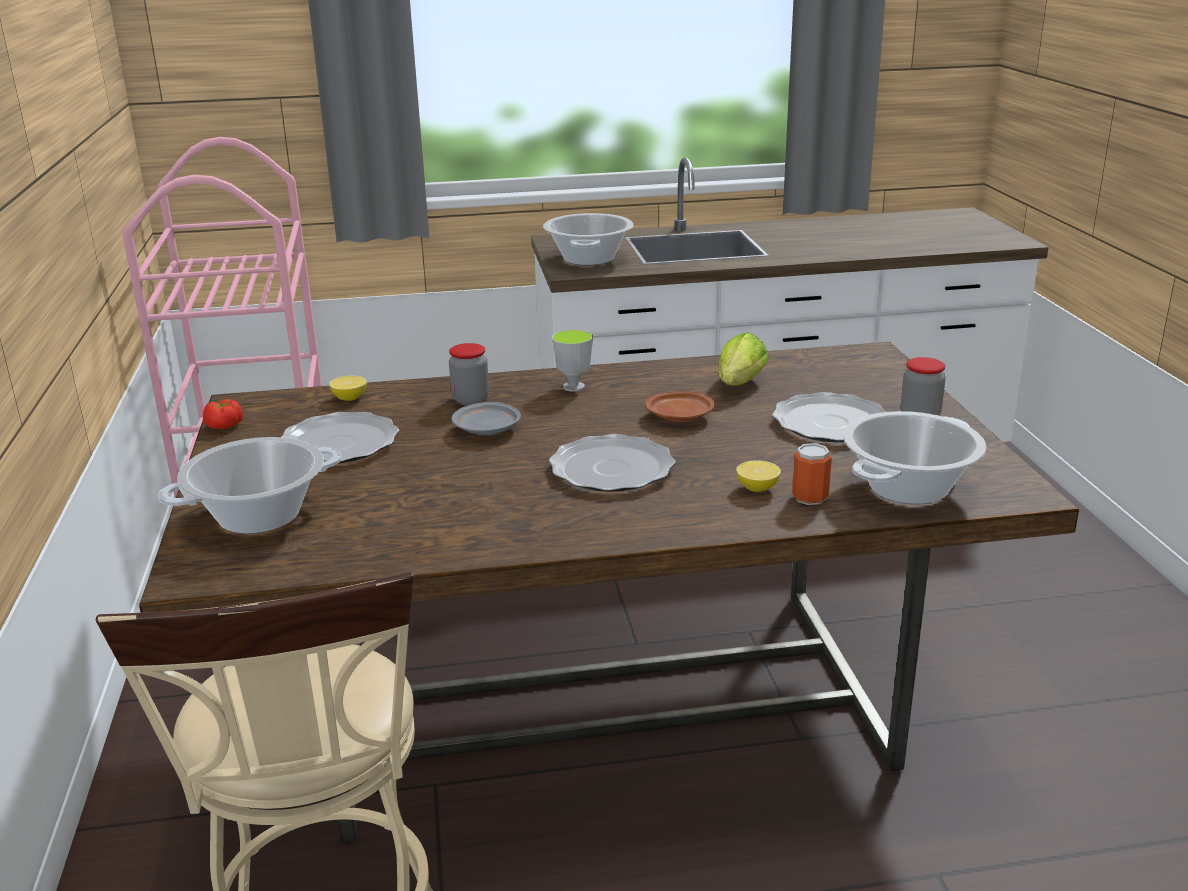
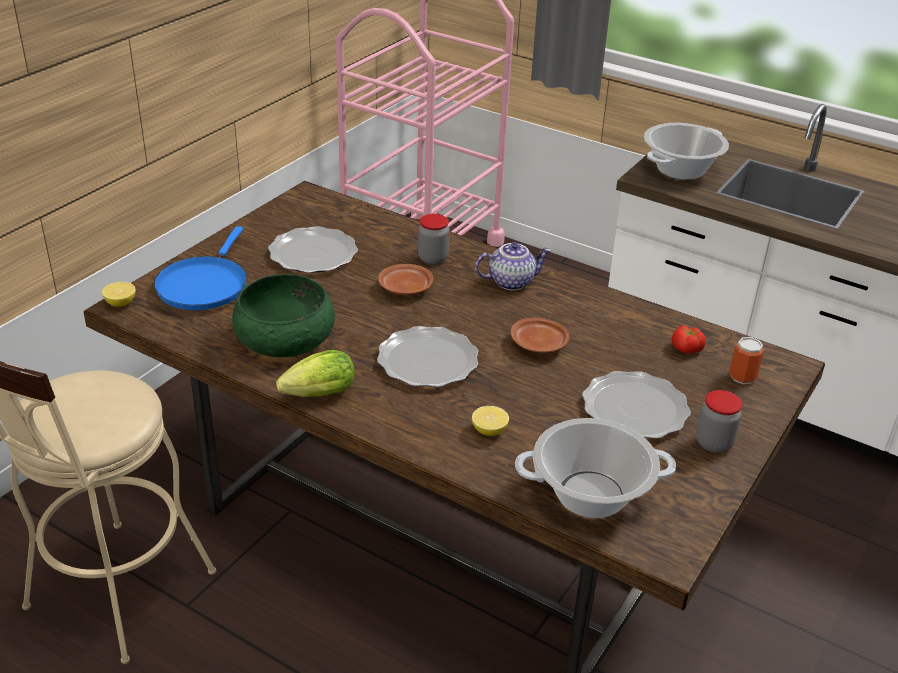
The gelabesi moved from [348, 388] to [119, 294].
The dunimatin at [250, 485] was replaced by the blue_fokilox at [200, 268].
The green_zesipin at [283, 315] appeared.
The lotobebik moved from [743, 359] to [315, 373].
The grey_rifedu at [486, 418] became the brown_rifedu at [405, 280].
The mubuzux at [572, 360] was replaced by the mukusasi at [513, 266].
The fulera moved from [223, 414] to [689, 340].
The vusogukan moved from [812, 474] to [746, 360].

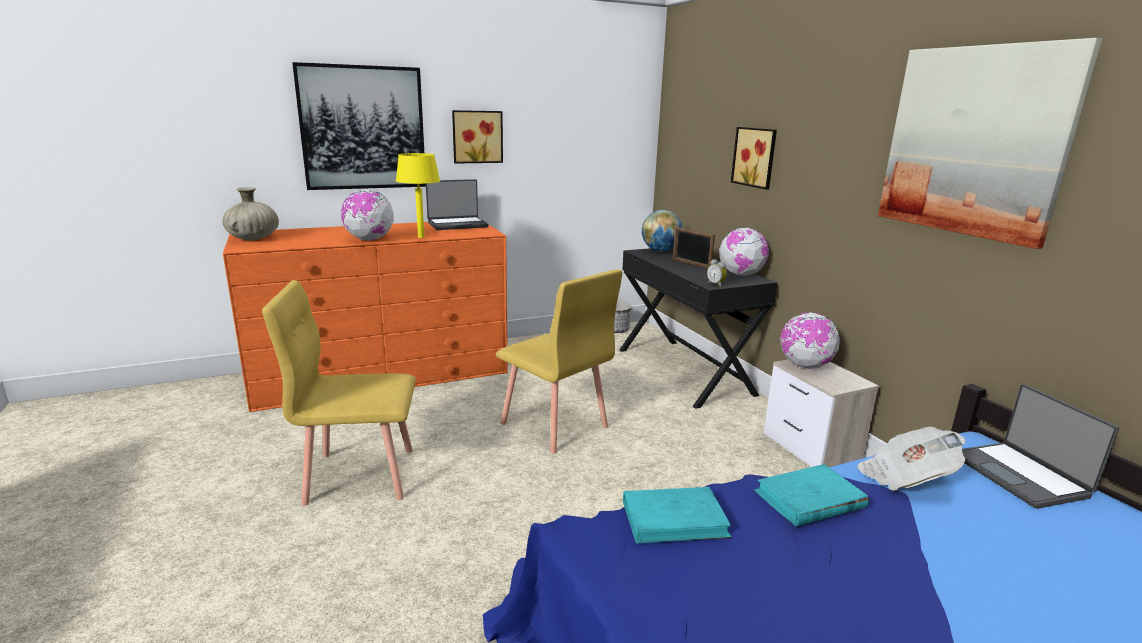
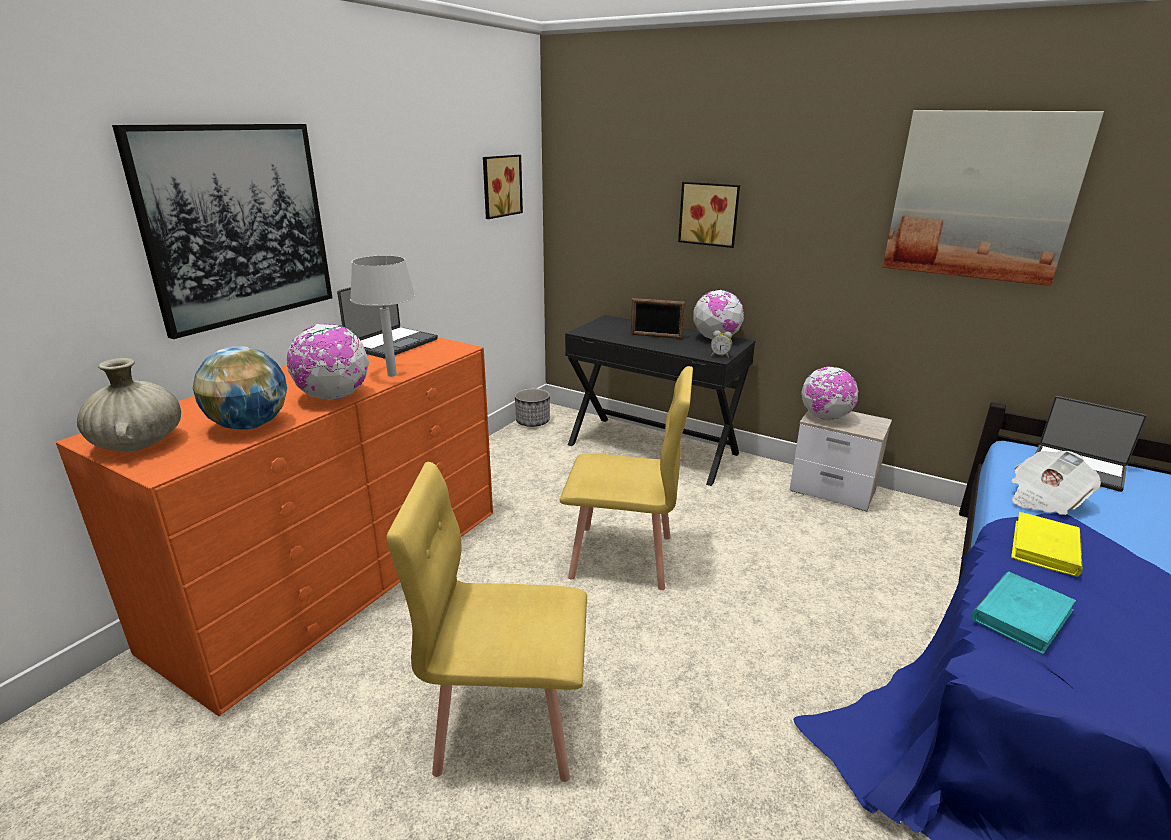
The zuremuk moved from [662, 231] to [240, 388].
The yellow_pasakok at [418, 195] became the grey_pasakok at [382, 316].
The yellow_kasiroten at [339, 393] turned 45 degrees clockwise.
The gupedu moved from [477, 137] to [503, 187].
The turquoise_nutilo at [811, 495] became the yellow_nutilo at [1047, 544].

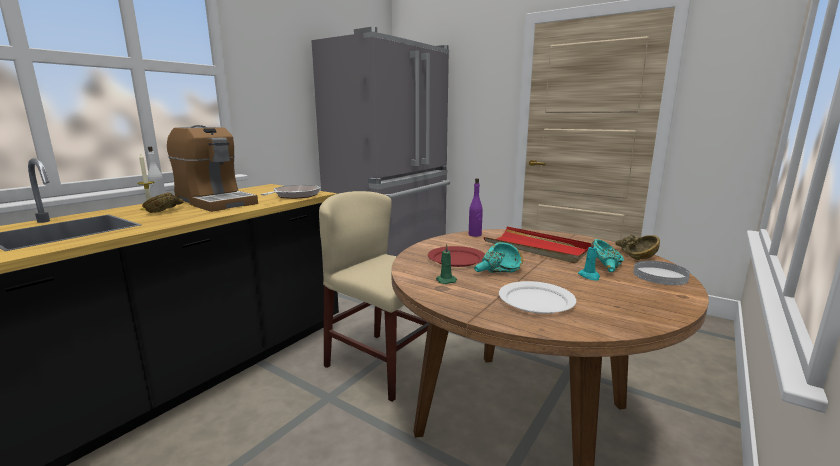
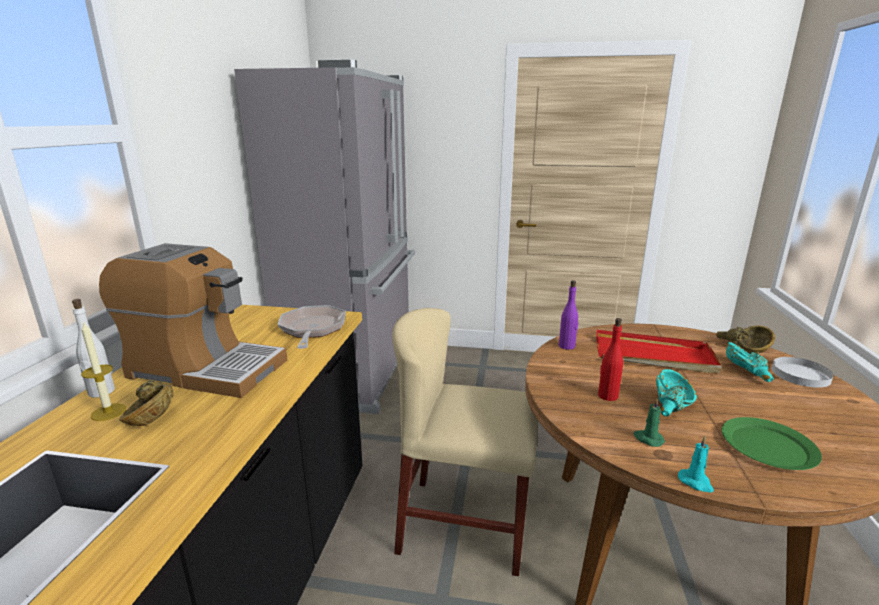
The red_rifedu at [456, 256] was replaced by the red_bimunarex at [610, 359].
The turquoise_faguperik moved from [589, 261] to [696, 464].
The white_rifedu at [537, 297] became the green_rifedu at [772, 443].

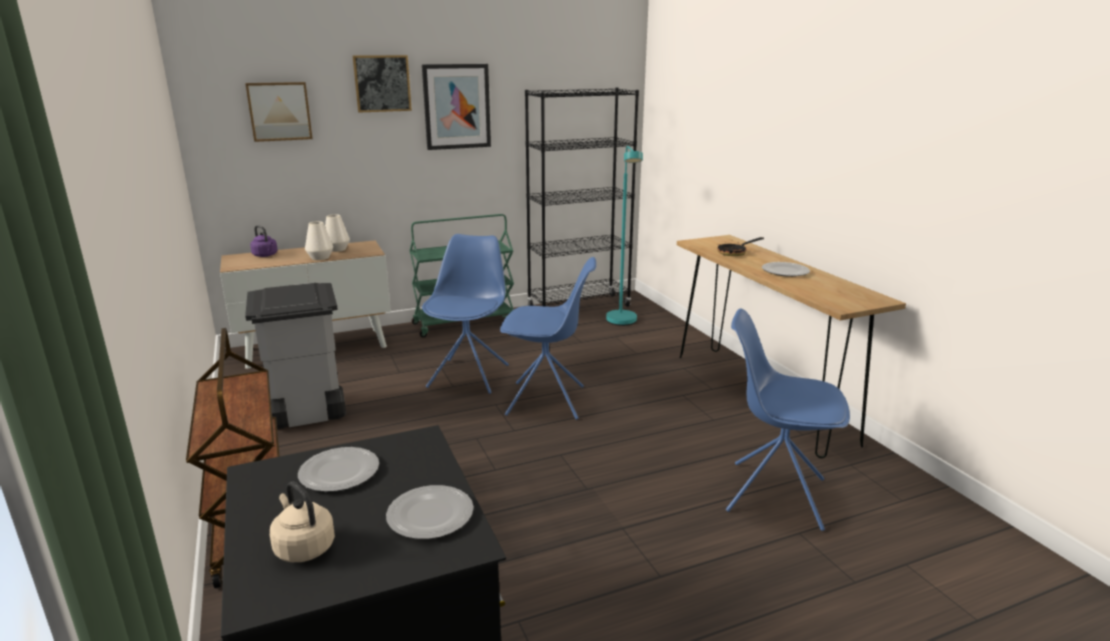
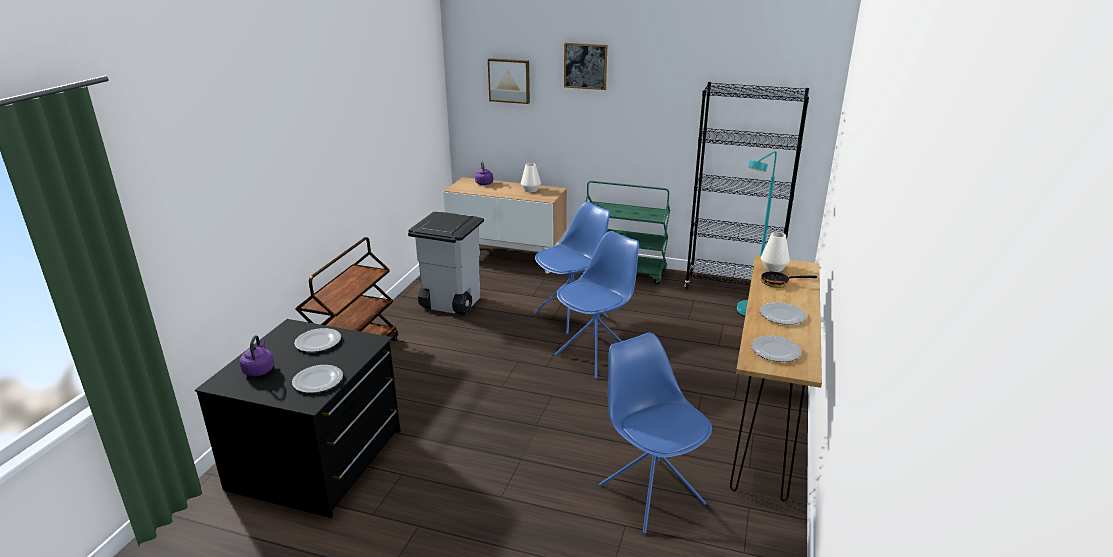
The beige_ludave at [302, 521] became the purple_ludave at [257, 355].
The blue_kasiroten at [548, 338] turned 90 degrees counterclockwise.
The rifedu at [776, 348] appeared.
The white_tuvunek moved from [319, 240] to [775, 252].
The gupedu at [456, 107] disappeared.

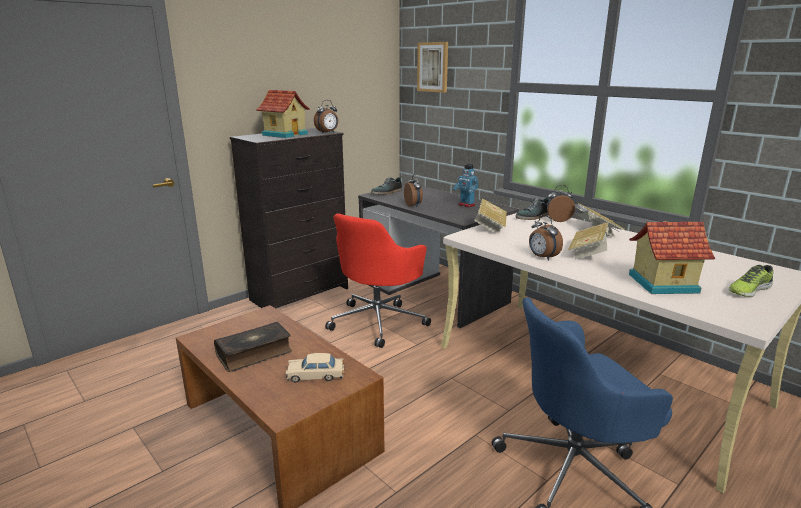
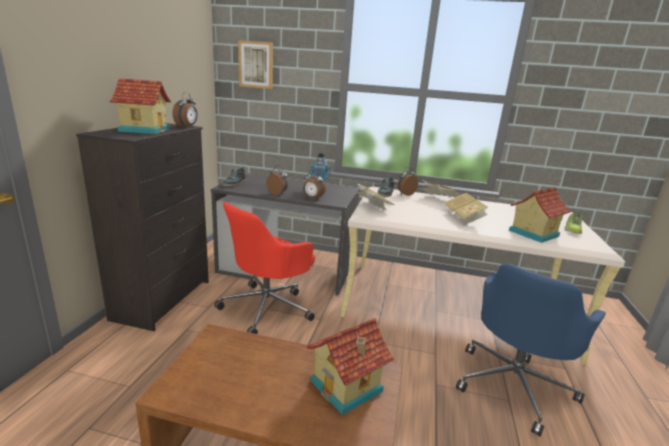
The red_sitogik at [378, 280] turned 45 degrees clockwise.
The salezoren moved from [546, 237] to [314, 184].
The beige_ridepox at [315, 367] was replaced by the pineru at [350, 366].
The nutilo at [253, 347] disappeared.

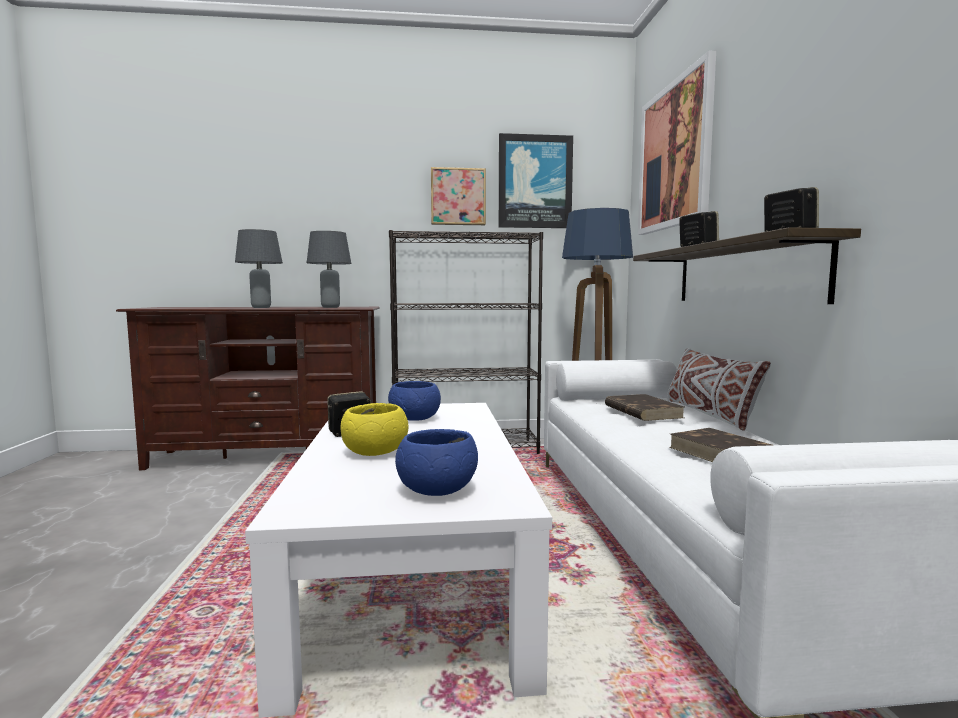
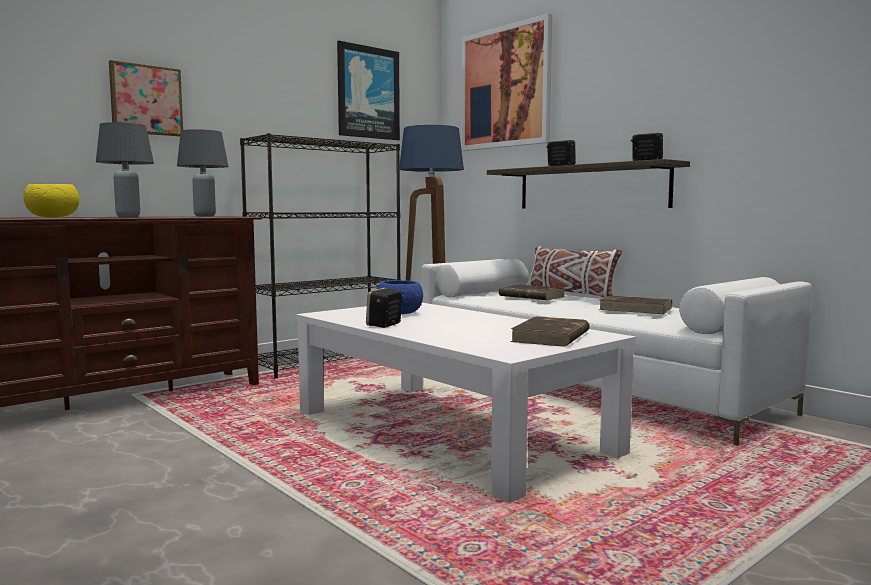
The yellow_zesipin moved from [374, 429] to [51, 200].
The gupedu moved from [458, 196] to [146, 98].
The blue_zesipin at [436, 462] was replaced by the brown_nutilo at [550, 331].

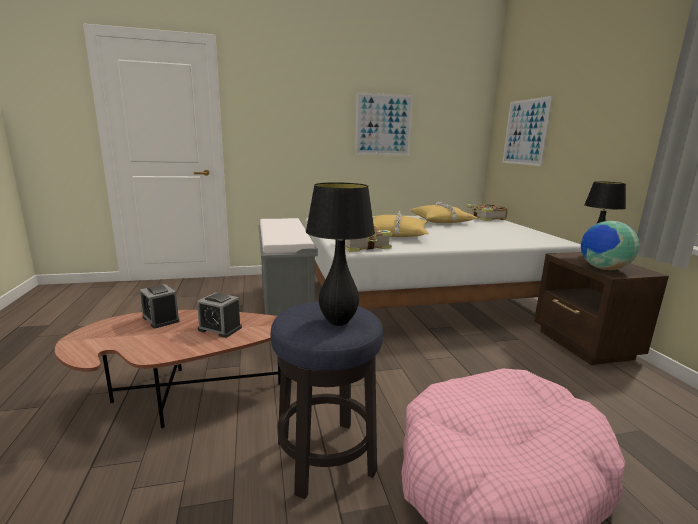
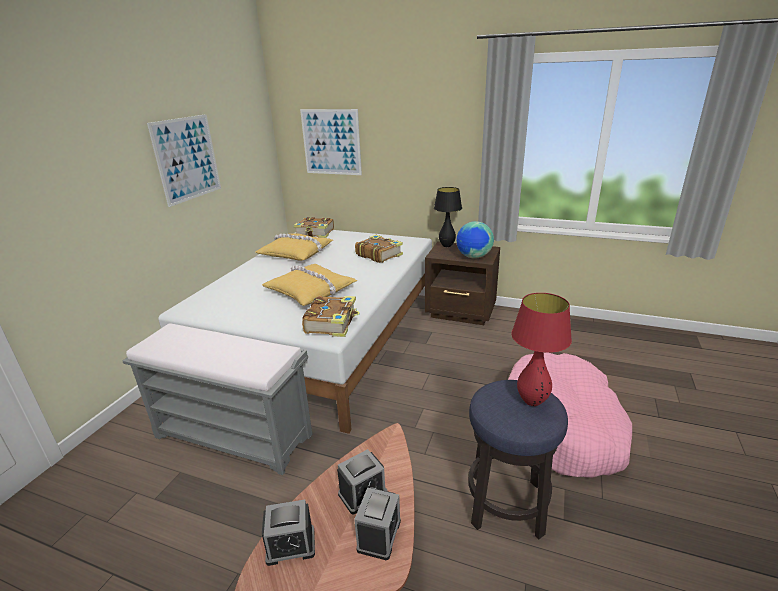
The salezoren at [377, 524] appeared.
The nutilo at [379, 249] appeared.
The black_pasakok at [340, 254] became the red_pasakok at [541, 349].

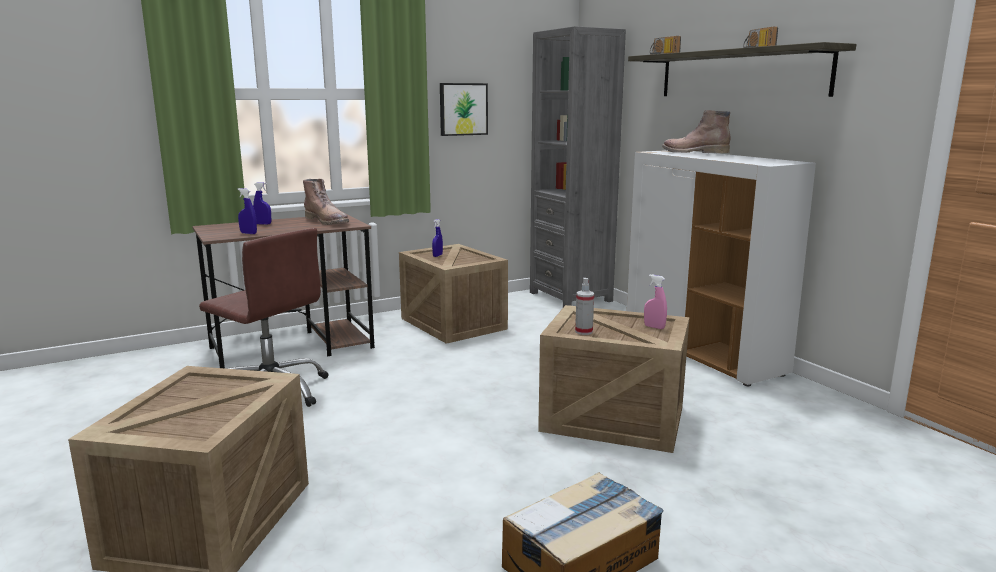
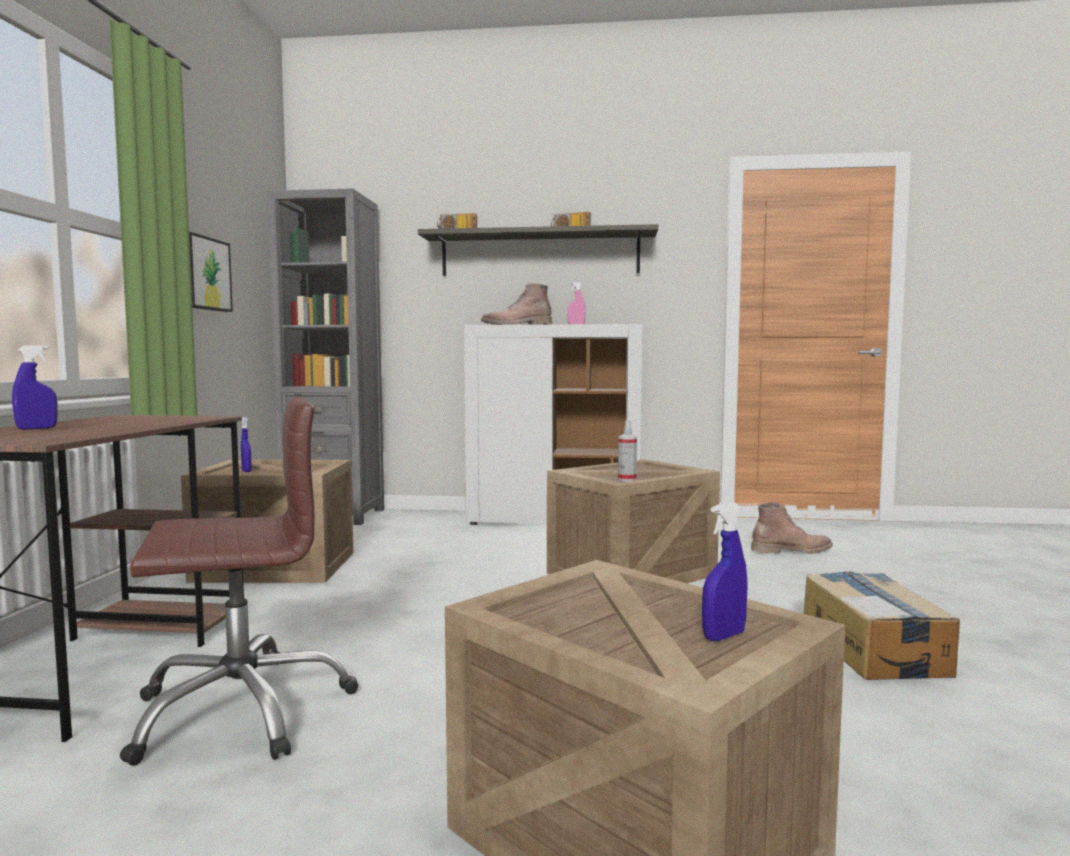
The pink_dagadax moved from [655, 301] to [576, 303].
The blue_dagadax moved from [247, 211] to [725, 571].
The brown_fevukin moved from [326, 202] to [792, 528].

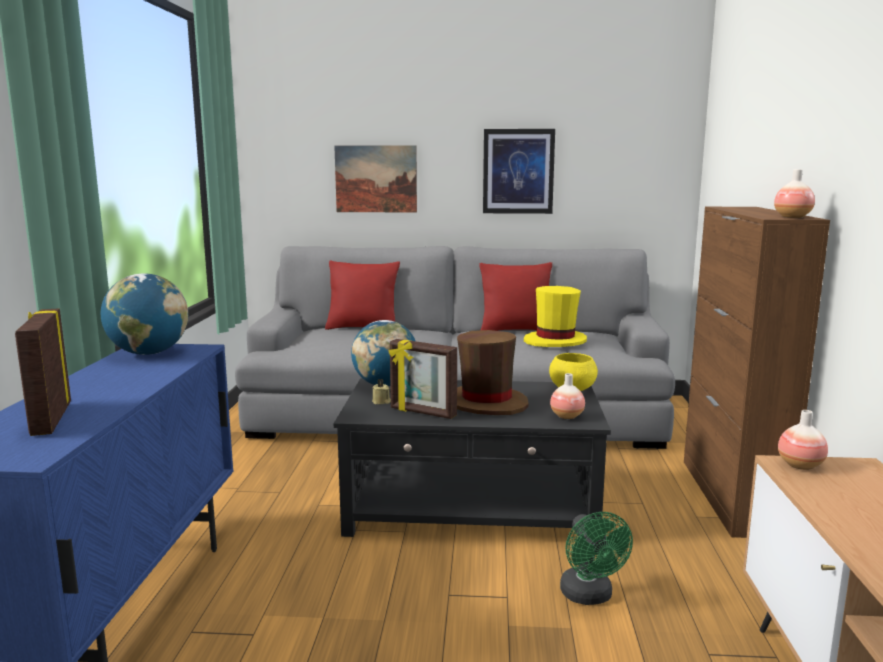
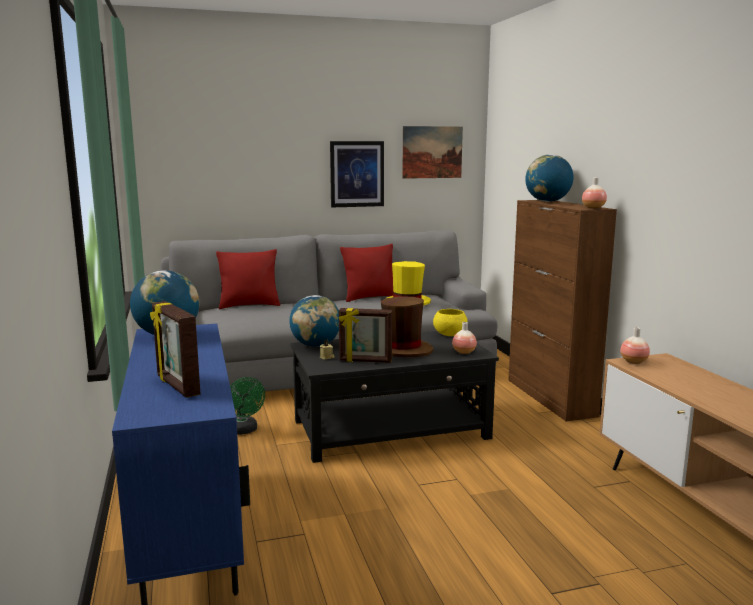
The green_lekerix moved from [596, 558] to [247, 406].
The gupedu moved from [375, 179] to [432, 152].
The zuremuk at [549, 178] appeared.

